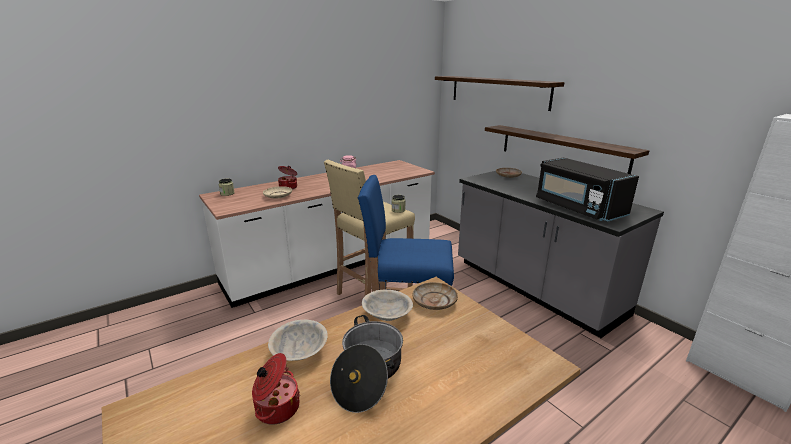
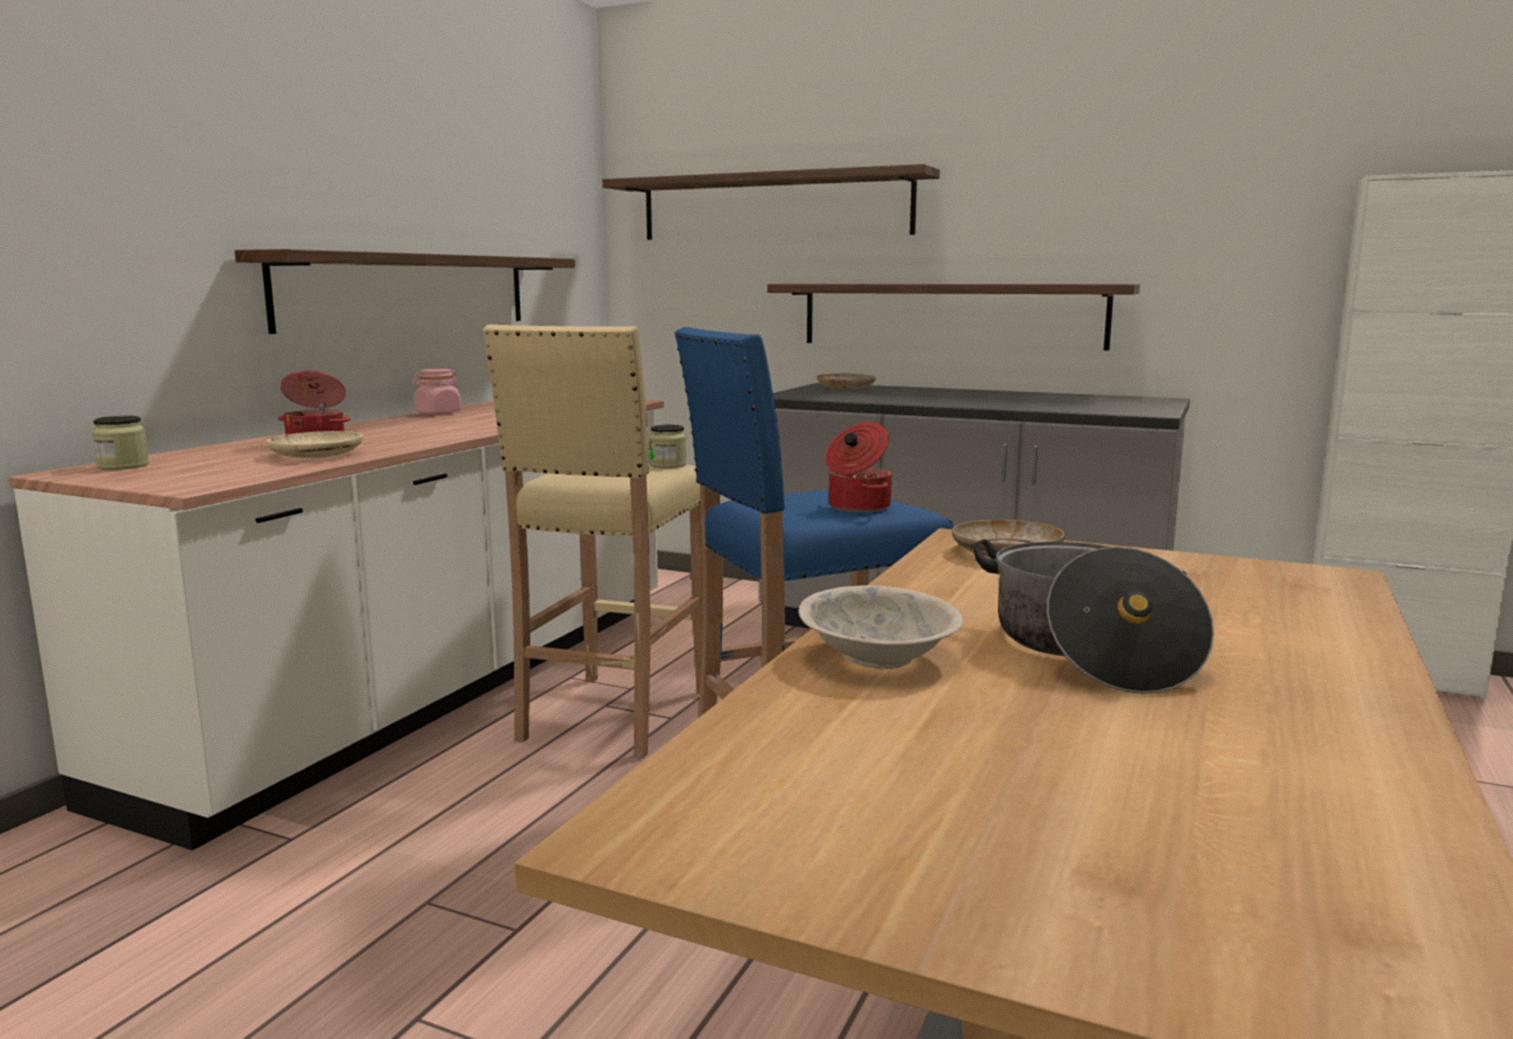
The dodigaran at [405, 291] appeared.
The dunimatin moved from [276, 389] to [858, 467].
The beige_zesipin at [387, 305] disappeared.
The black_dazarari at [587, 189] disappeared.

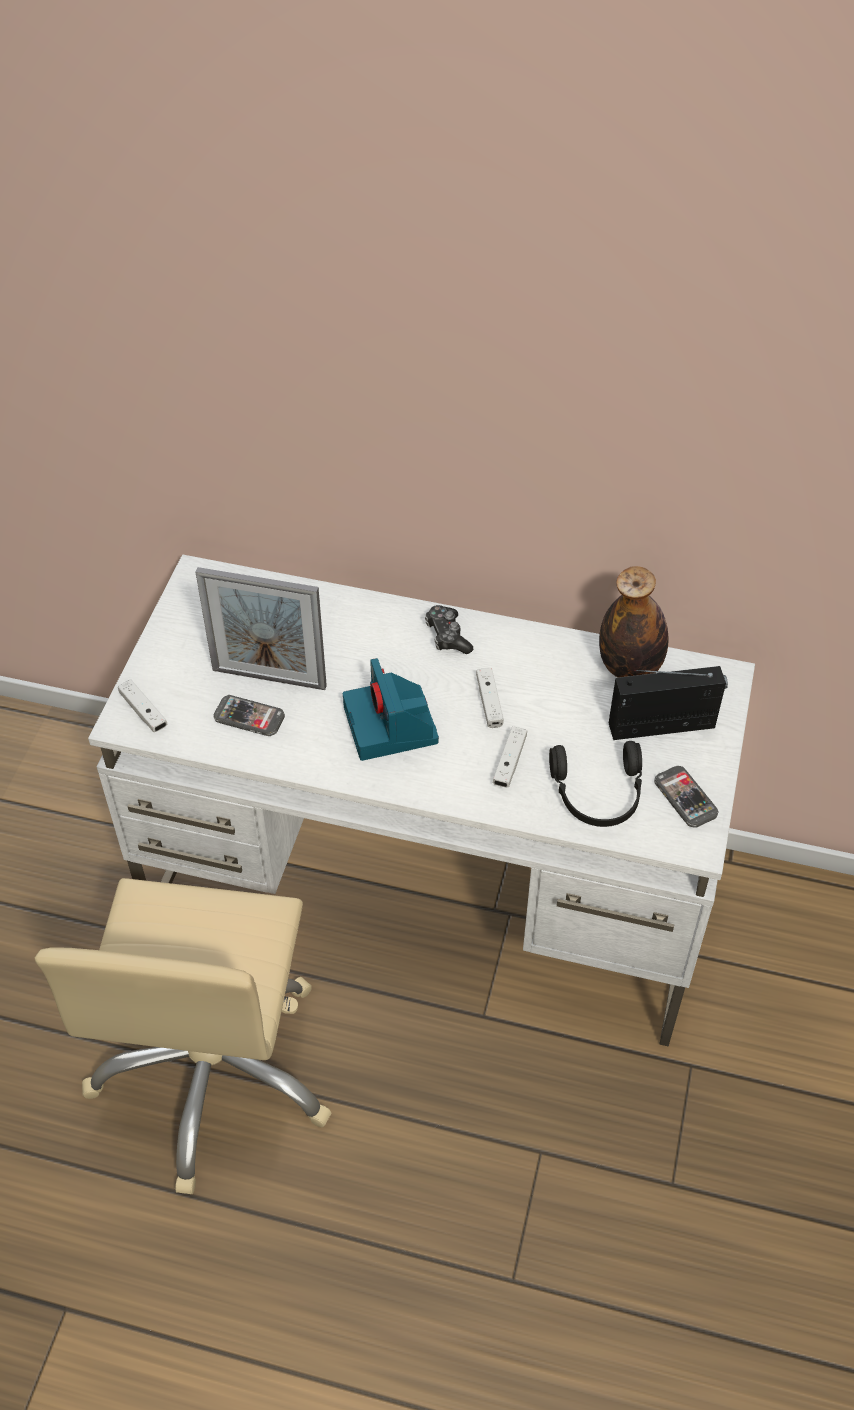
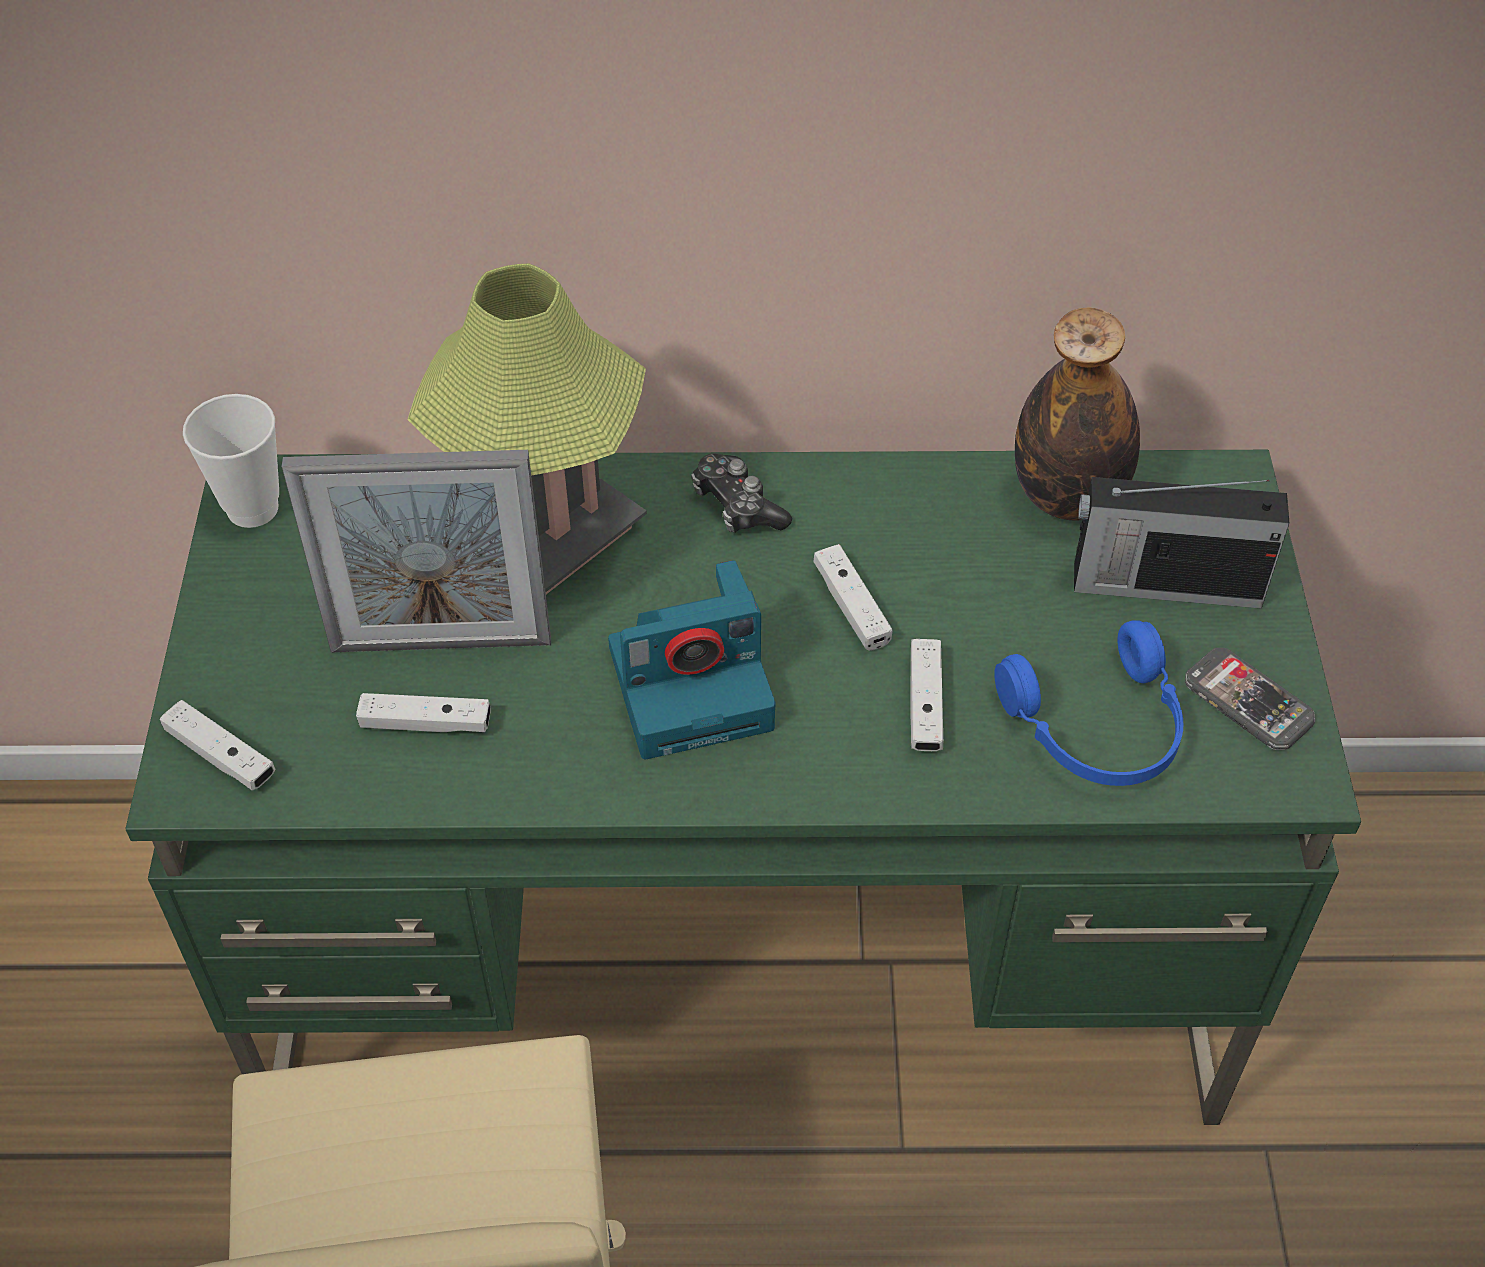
The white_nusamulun at [421, 800] became the green_nusamulun at [743, 787].
The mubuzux at [231, 461] appeared.
The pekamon at [249, 715] was replaced by the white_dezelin at [423, 712].
The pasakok at [527, 428] appeared.
The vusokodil at [391, 709] turned 75 degrees counterclockwise.
The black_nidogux at [595, 784] became the blue_nidogux at [1089, 703].
The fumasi at [668, 703] turned 150 degrees counterclockwise.

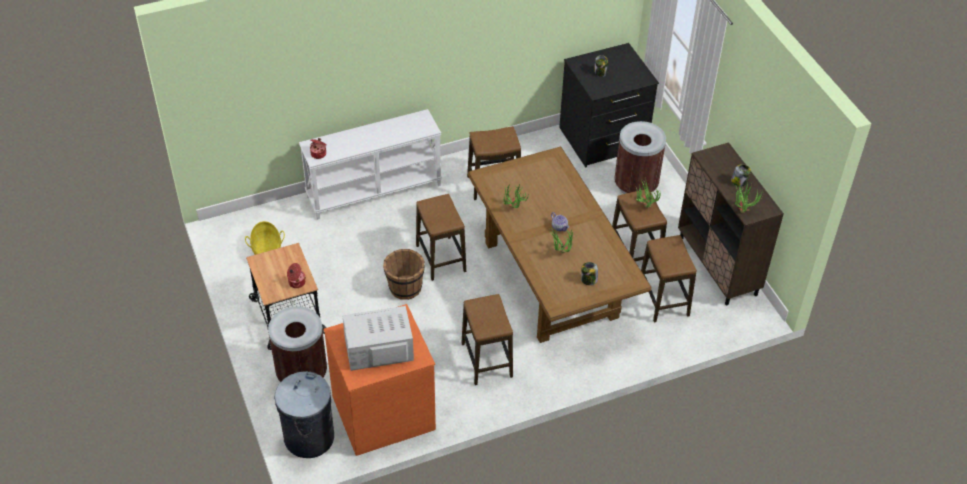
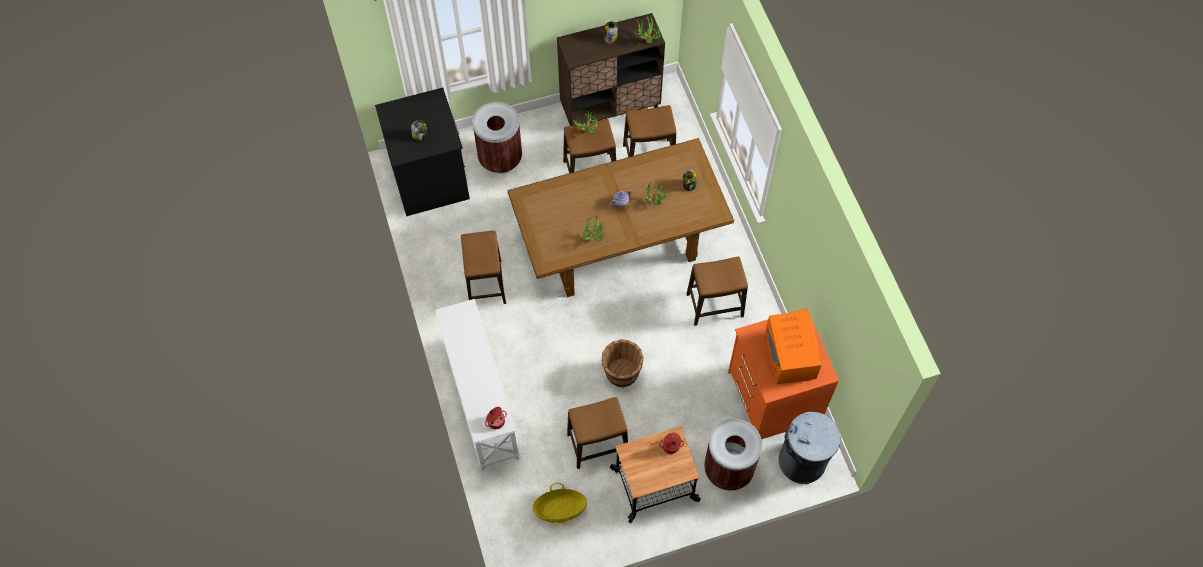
The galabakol moved from [441, 237] to [597, 433].
The white_dazarari at [378, 338] became the orange_dazarari at [793, 347].

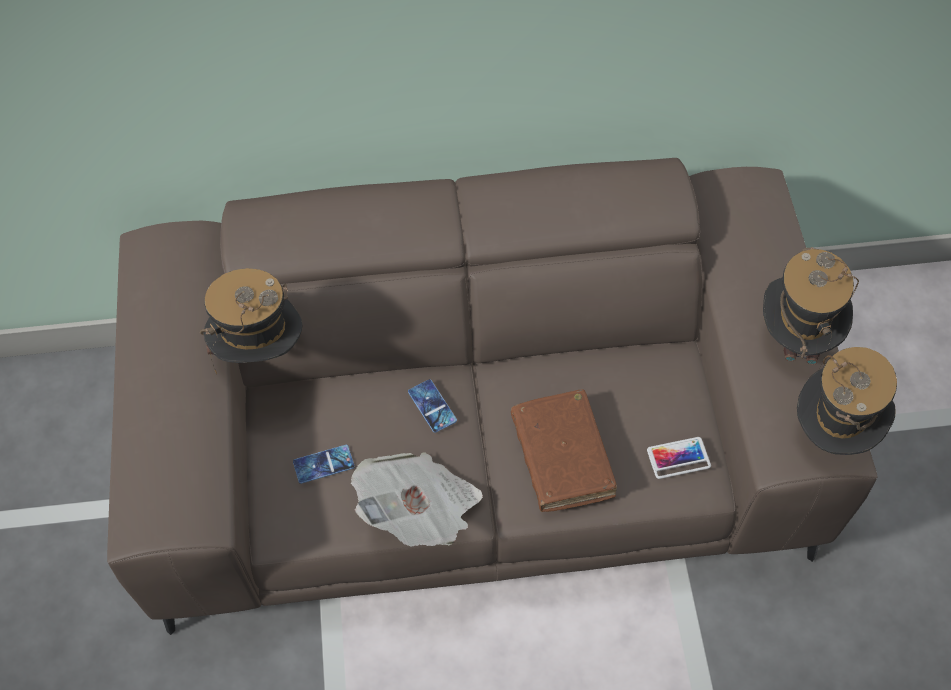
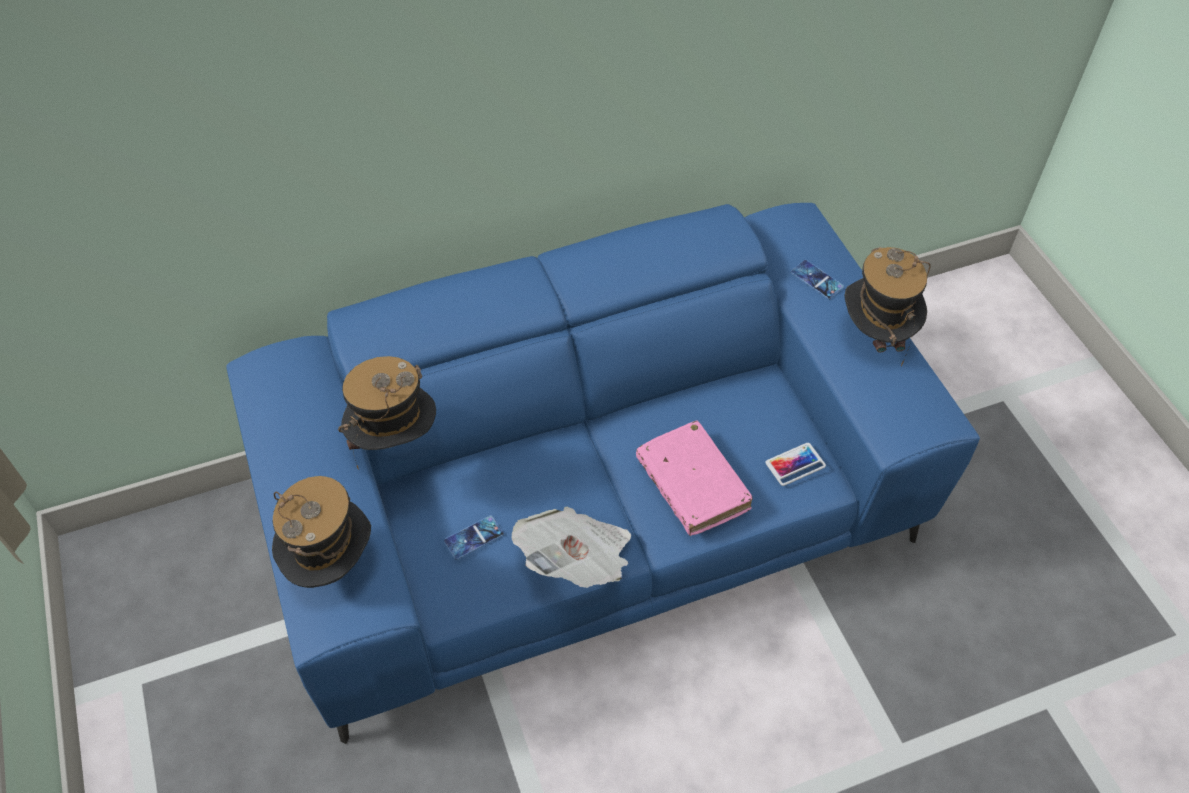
The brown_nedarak at [492, 396] became the blue_nedarak at [603, 473].
The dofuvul moved from [847, 401] to [321, 532].
The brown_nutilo at [564, 450] became the pink_nutilo at [694, 478].
The pekamon moved from [432, 406] to [817, 279].

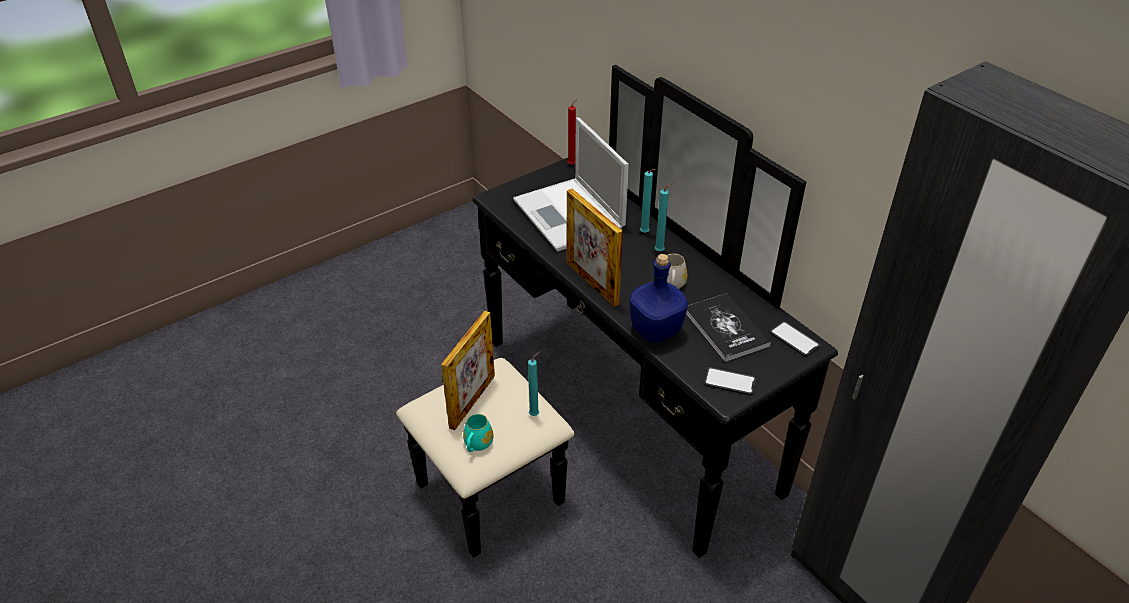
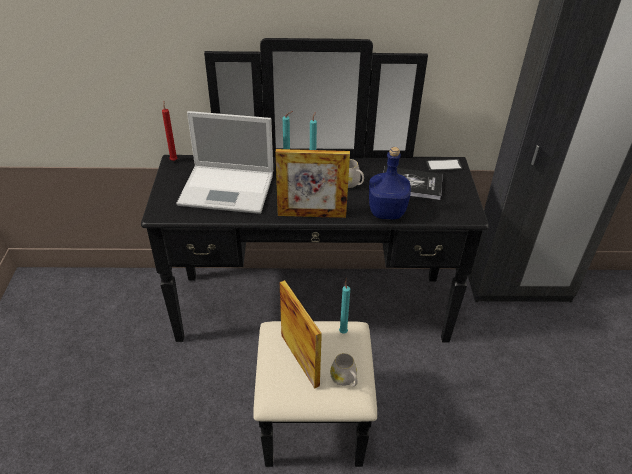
The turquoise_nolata at [478, 433] became the white_nolata at [344, 369].
The pekamon at [730, 381] disappeared.

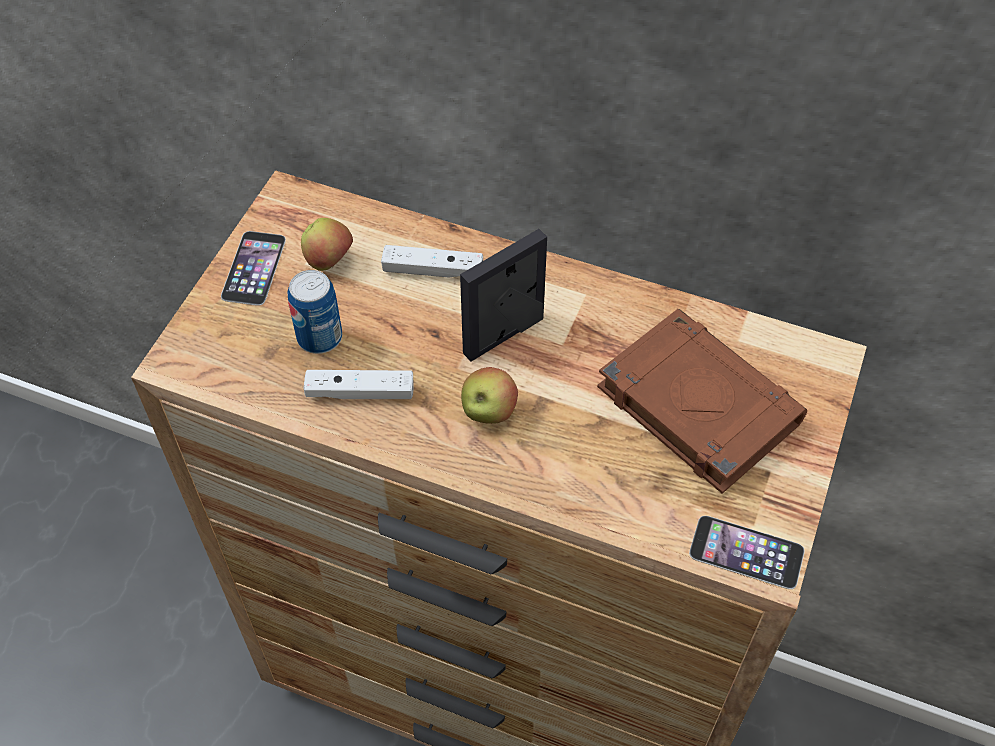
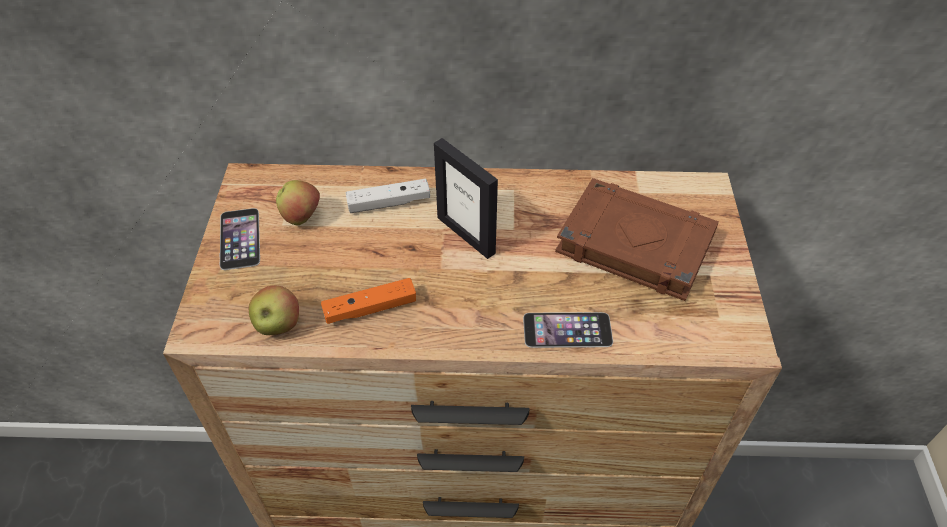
The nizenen moved from [489, 395] to [274, 310].
The white_dezelin at [359, 384] became the orange_dezelin at [368, 301].
The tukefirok at [503, 295] turned 75 degrees counterclockwise.
The pekamon moved from [746, 552] to [568, 330].
The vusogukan at [315, 312] disappeared.

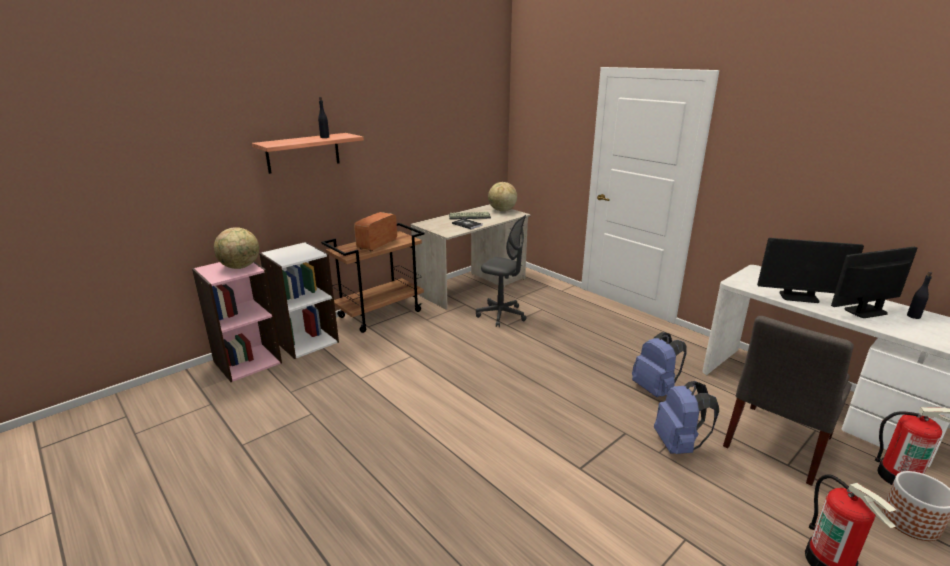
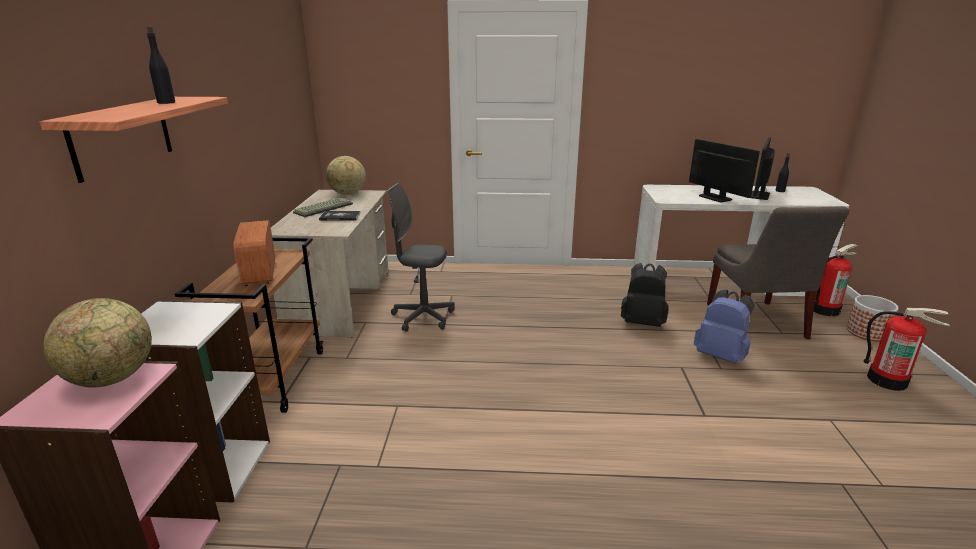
The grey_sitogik at [501, 271] turned 150 degrees counterclockwise.
The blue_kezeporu at [659, 364] became the black_kezeporu at [644, 295].
The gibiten at [810, 270] turned 90 degrees counterclockwise.

